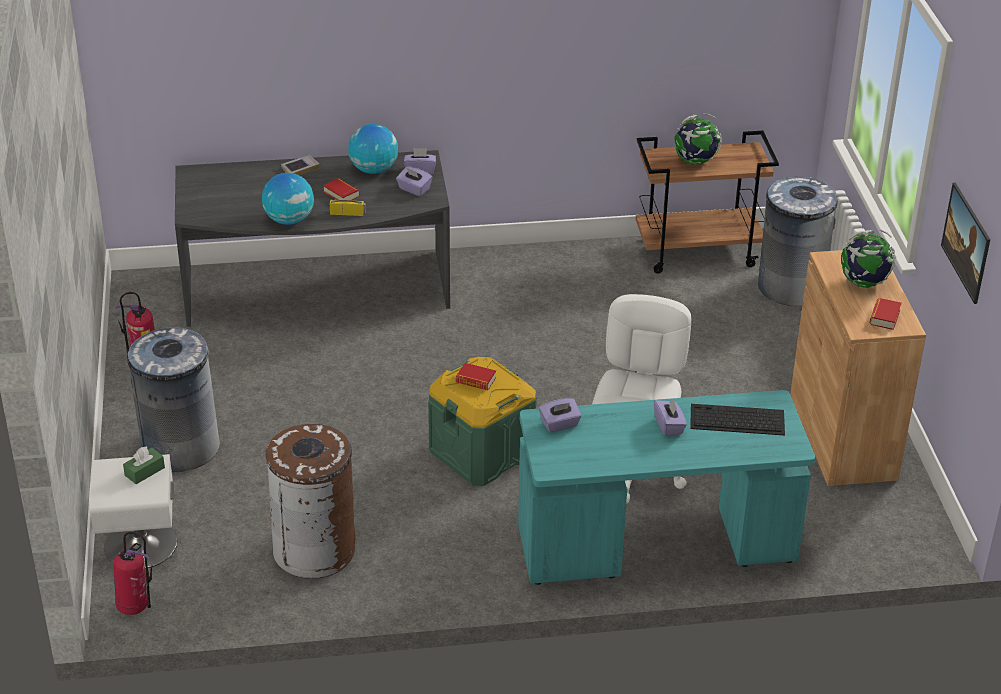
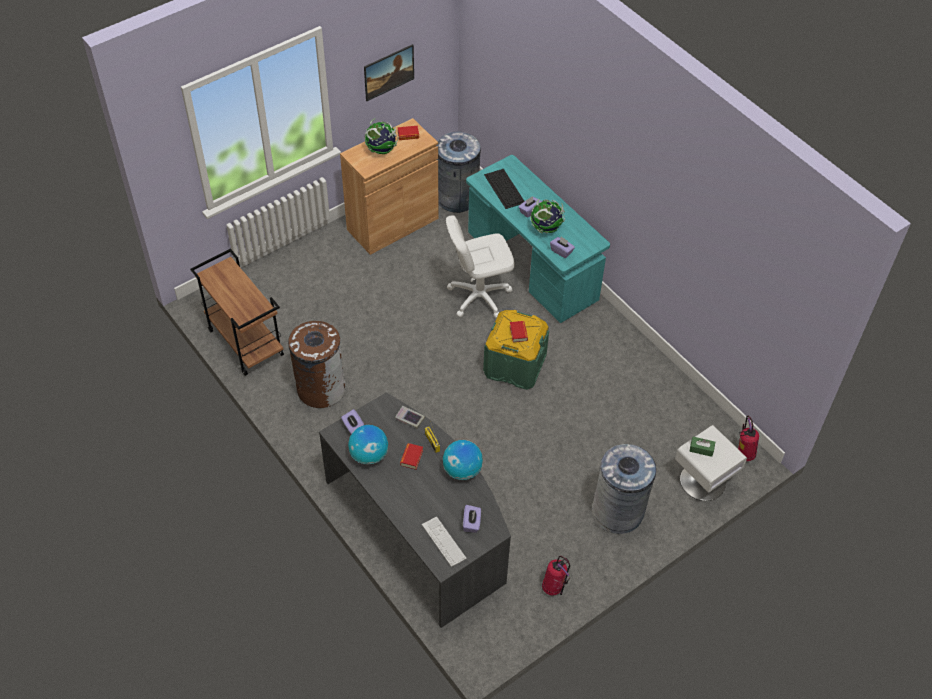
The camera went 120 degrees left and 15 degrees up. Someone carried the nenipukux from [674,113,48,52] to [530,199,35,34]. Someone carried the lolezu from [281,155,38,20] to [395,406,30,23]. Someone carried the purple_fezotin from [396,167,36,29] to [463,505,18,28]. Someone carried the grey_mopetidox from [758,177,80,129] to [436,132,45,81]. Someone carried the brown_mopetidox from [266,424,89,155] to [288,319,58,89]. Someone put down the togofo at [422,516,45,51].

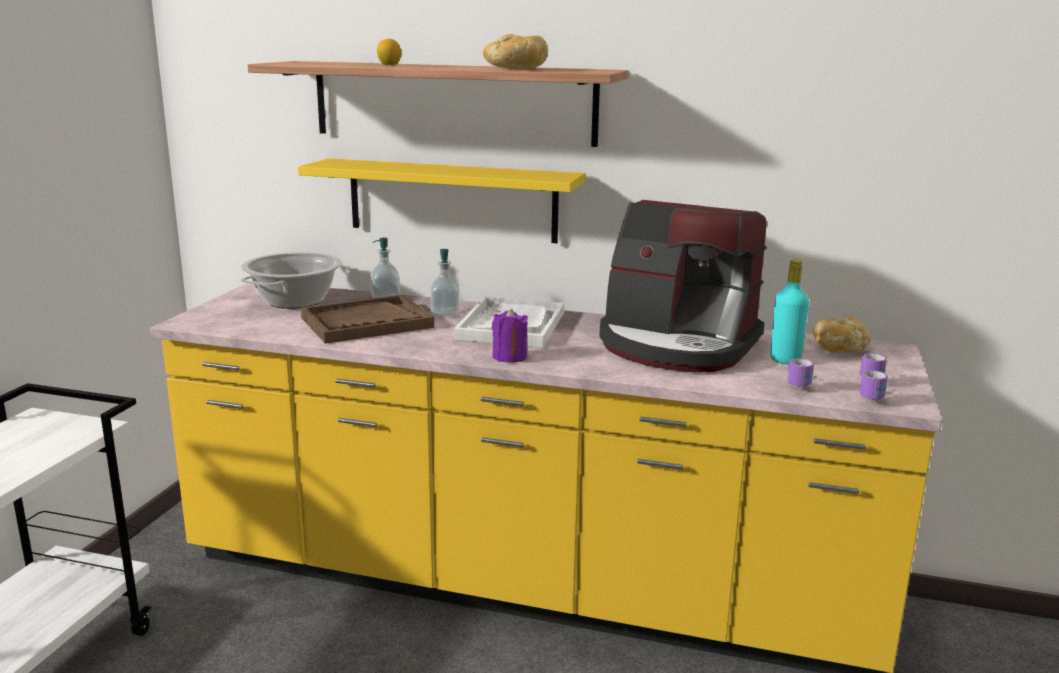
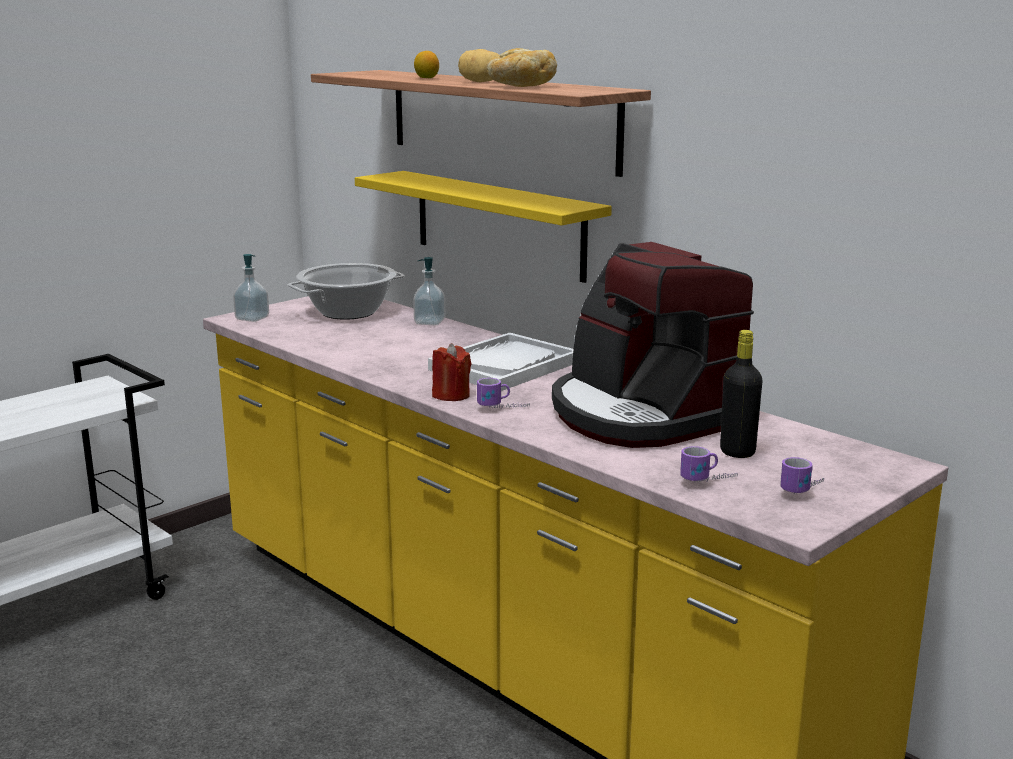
The camera went 30 degrees right and 0 degrees up. Someone carried the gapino from [431,249,28,67] to [233,254,36,68]. Someone repainted the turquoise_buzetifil at [770,260,39,104], which became the black_buzetifil at [720,330,42,128]. Someone took away the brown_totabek at [301,295,133,49]. Someone repainted the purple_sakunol at [492,309,36,54], which became the red_sakunol at [432,343,40,58]. Someone took away the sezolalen at [813,317,58,36]. Someone carried the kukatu from [859,370,36,30] to [477,378,53,31]. Someone put down the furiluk at [458,49,42,33].

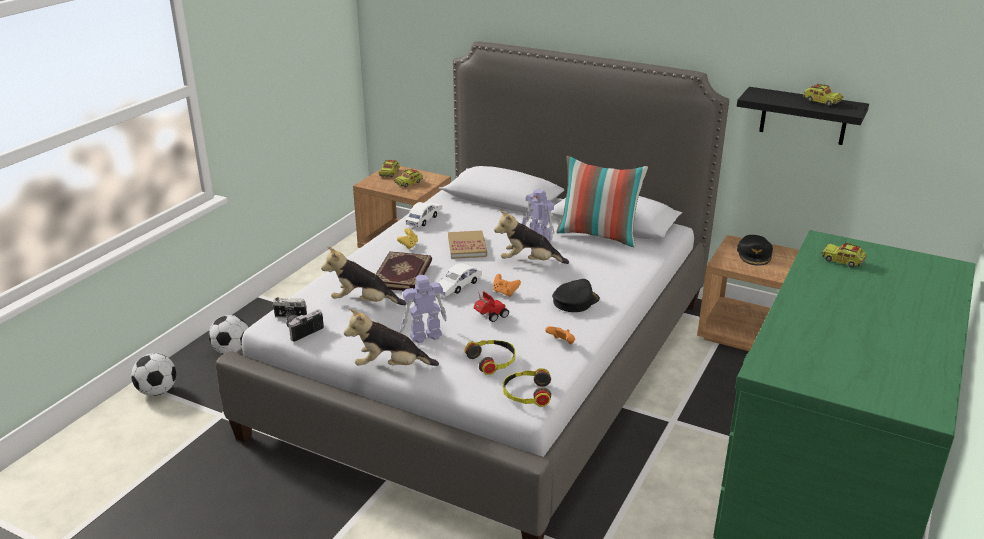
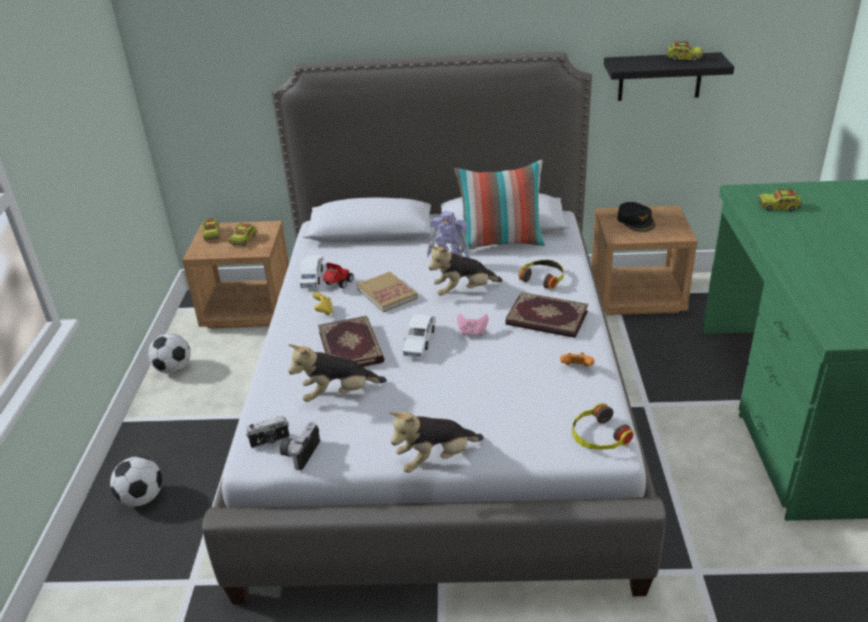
The camera went 25 degrees left and 5 degrees up. Someone repainted the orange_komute at [493,274,28,23], which became the pink_komute at [457,314,31,21]. Someone took away the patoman at [399,275,48,68]. Someone swapped the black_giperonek at [552,279,48,33] for the lolezu at [505,292,83,46]. Someone carried the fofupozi from [474,291,35,31] to [323,262,31,26]. Someone carried the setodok from [465,340,50,35] to [519,259,45,30]. Someone carried the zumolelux from [131,353,45,43] to [148,333,42,41].

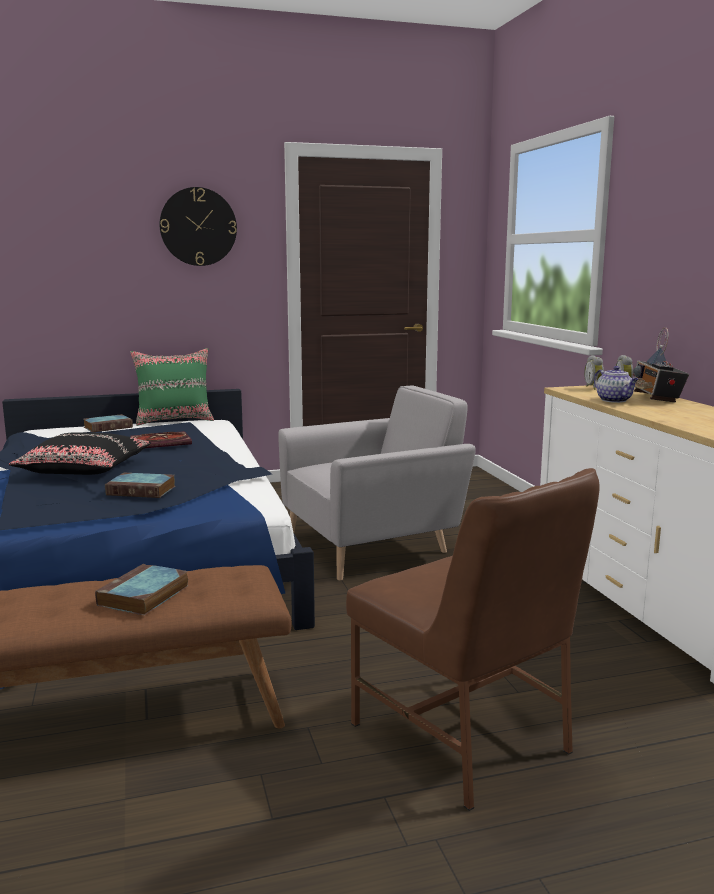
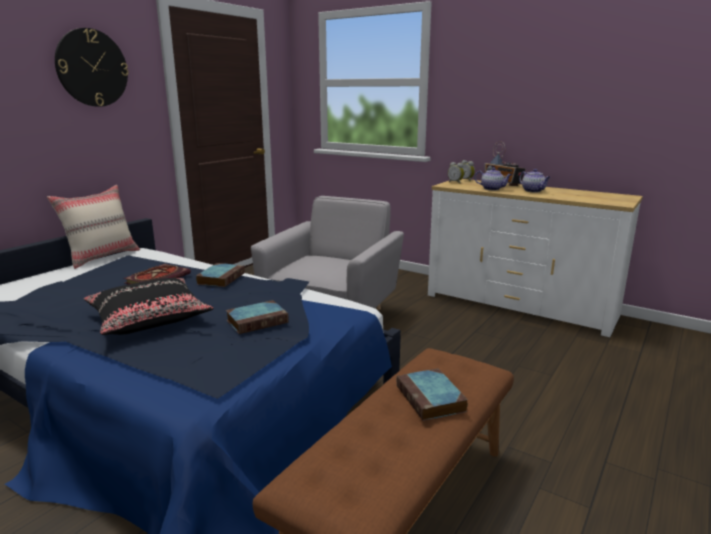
The camera went 40 degrees left and 5 degrees up. Someone repainted the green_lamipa at [130,348,84,78], which became the beige_lamipa at [47,185,93,84]. Someone carried the lolezu from [84,414,49,19] to [196,263,49,24]. Someone took away the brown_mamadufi at [346,468,254,343]. Someone put down the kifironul at [519,169,32,23].

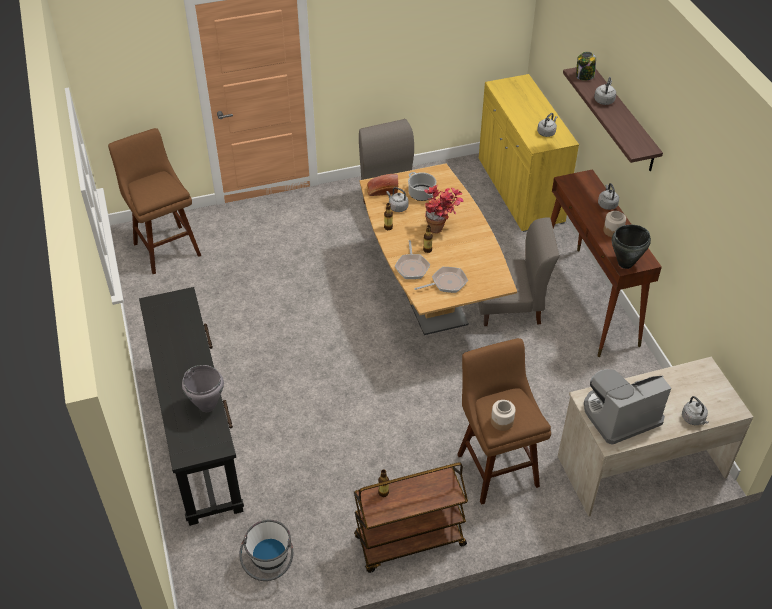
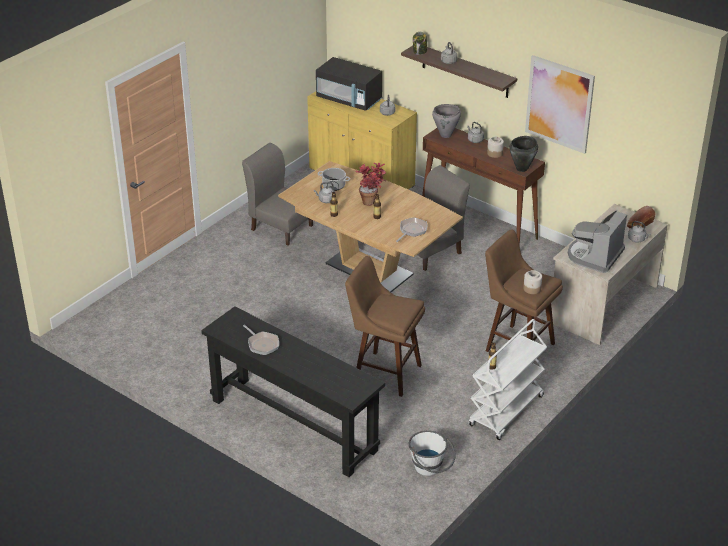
The camera went 35 degrees left and 10 degrees down. Someone carried the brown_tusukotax from [108,128,93,146] to [345,256,80,141]. Someone carried the sezolalen from [367,174,31,22] to [627,206,29,22]. Someone carried the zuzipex from [395,240,35,39] to [243,325,36,30]. Someone carried the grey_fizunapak from [182,365,42,47] to [432,104,29,34]. Someone repainted the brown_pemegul at [354,462,114,111], which became the white_pemegul at [469,319,78,121]. Someone put up the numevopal at [525,55,70,99]. Someone put down the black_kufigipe at [316,57,66,54].

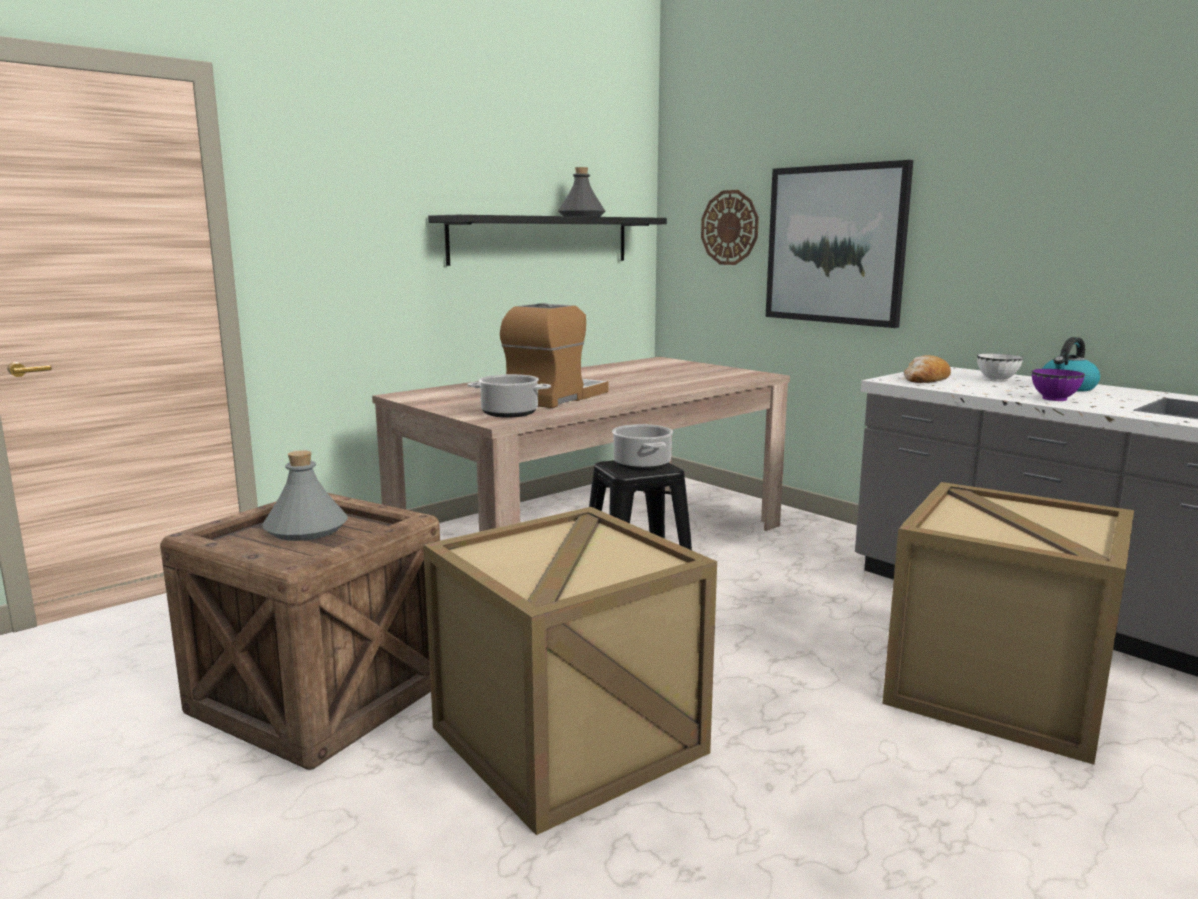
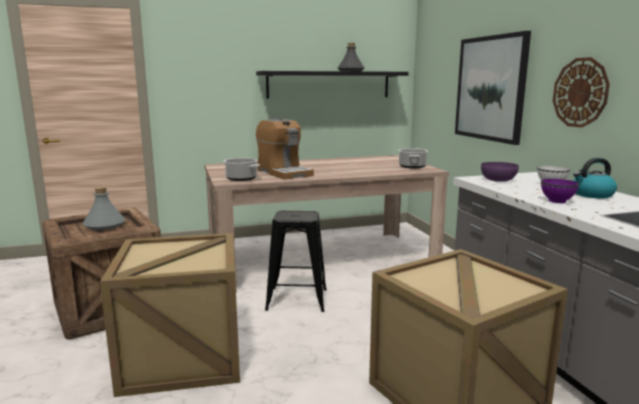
The camera went 25 degrees right and 0 degrees up. Someone carried the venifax from [701,190,58,75] to [553,57,57,71]. Someone rotated the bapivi at [500,303,109,105] by 90 degrees clockwise. Someone swapped the sezolalen at [903,355,48,28] for the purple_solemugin at [481,162,38,20]. Someone carried the fizunapak from [612,424,61,47] to [399,148,29,21].

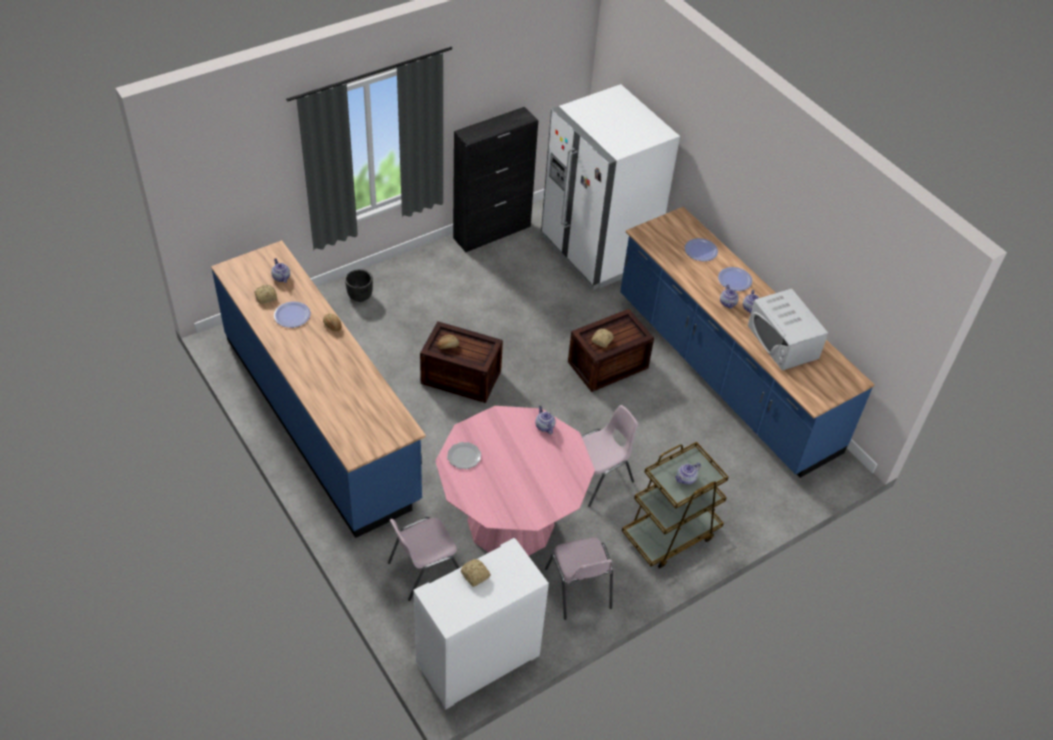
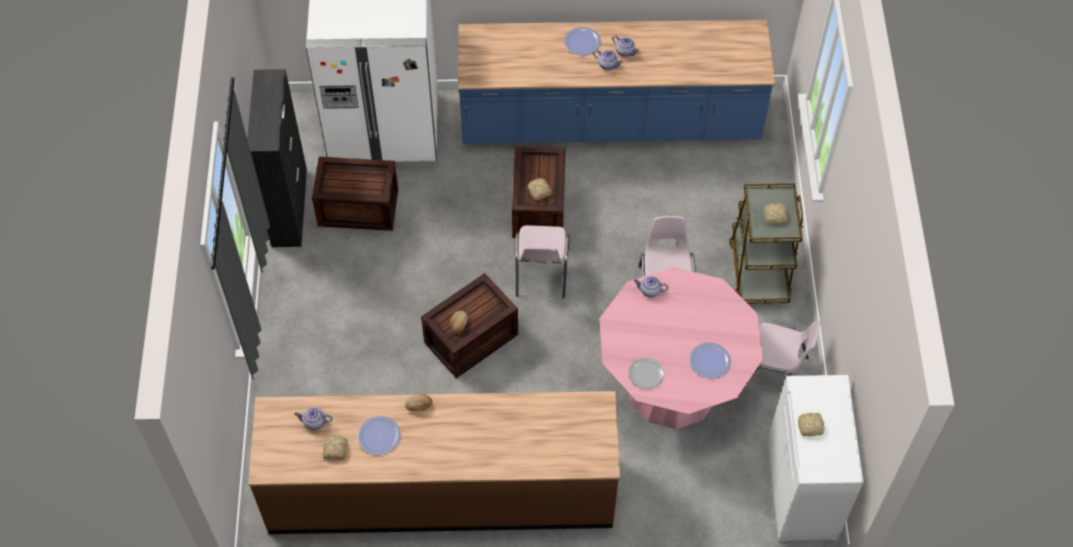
The camera went 55 degrees left and 10 degrees up. Someone carried the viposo from [685,238,33,23] to [689,342,42,37]. Someone repainted the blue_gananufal at [211,240,215,298], which became the brown_gananufal at [248,391,372,143]. Someone took away the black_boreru at [345,269,28,33]. Someone took away the white_kufigipe at [748,288,80,83]. Someone swapped the kifironul at [675,463,26,22] for the sezolalen at [764,203,24,20]. Someone carried the pink_mamadufi from [388,517,72,84] to [515,225,54,74]. Someone put down the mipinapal at [312,157,86,74].

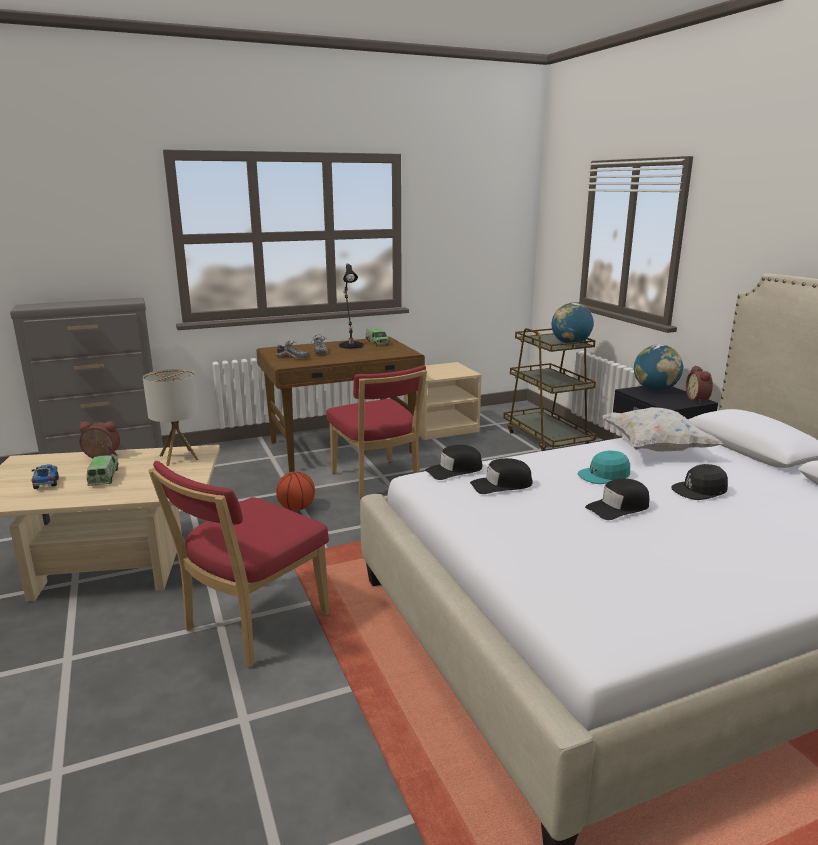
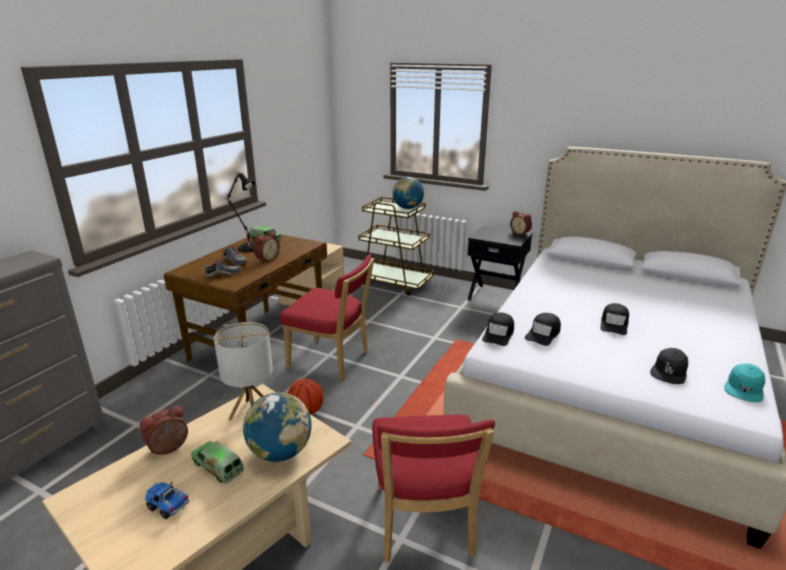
The camera went 40 degrees left and 5 degrees up. Someone carried the nenipukux from [634,344,49,47] to [243,393,68,69]. Someone took away the white_lamipa at [603,407,120,45]. Someone carried the turquoise_giperonek from [578,451,52,33] to [724,363,41,39]. Someone carried the black_giperonek from [671,464,57,36] to [650,348,38,36]. Someone put down the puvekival at [254,231,26,32].

